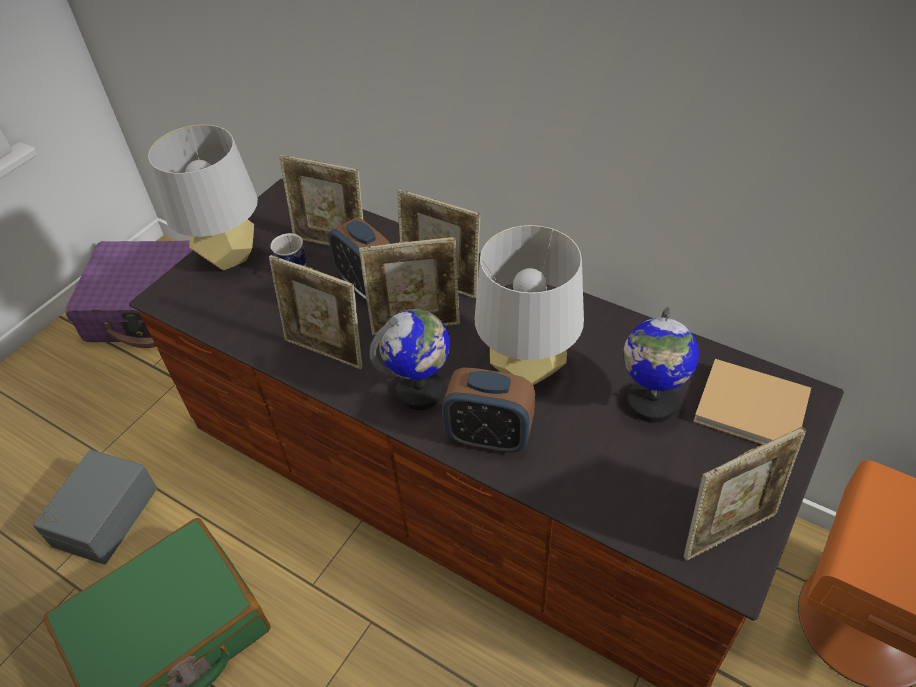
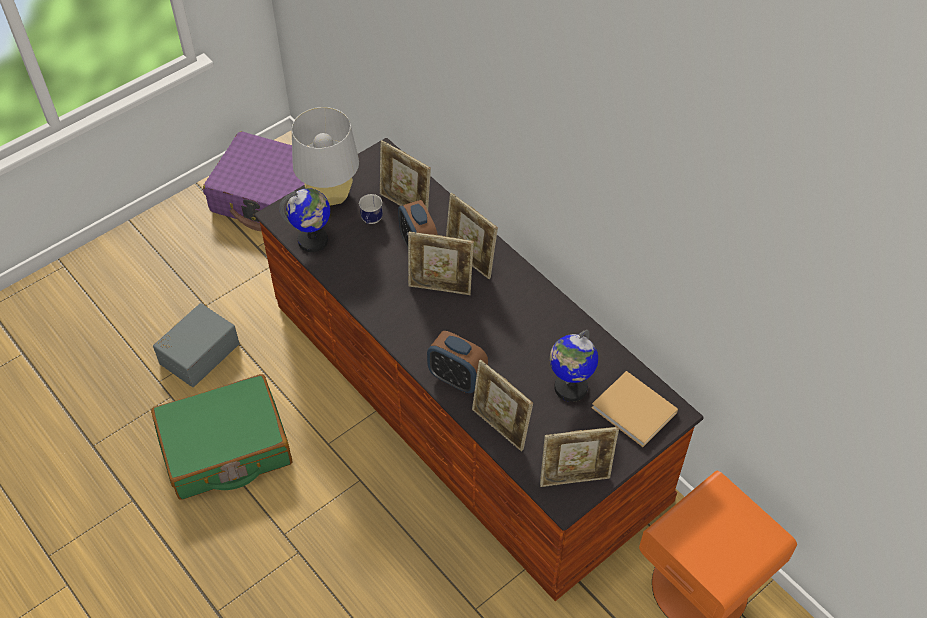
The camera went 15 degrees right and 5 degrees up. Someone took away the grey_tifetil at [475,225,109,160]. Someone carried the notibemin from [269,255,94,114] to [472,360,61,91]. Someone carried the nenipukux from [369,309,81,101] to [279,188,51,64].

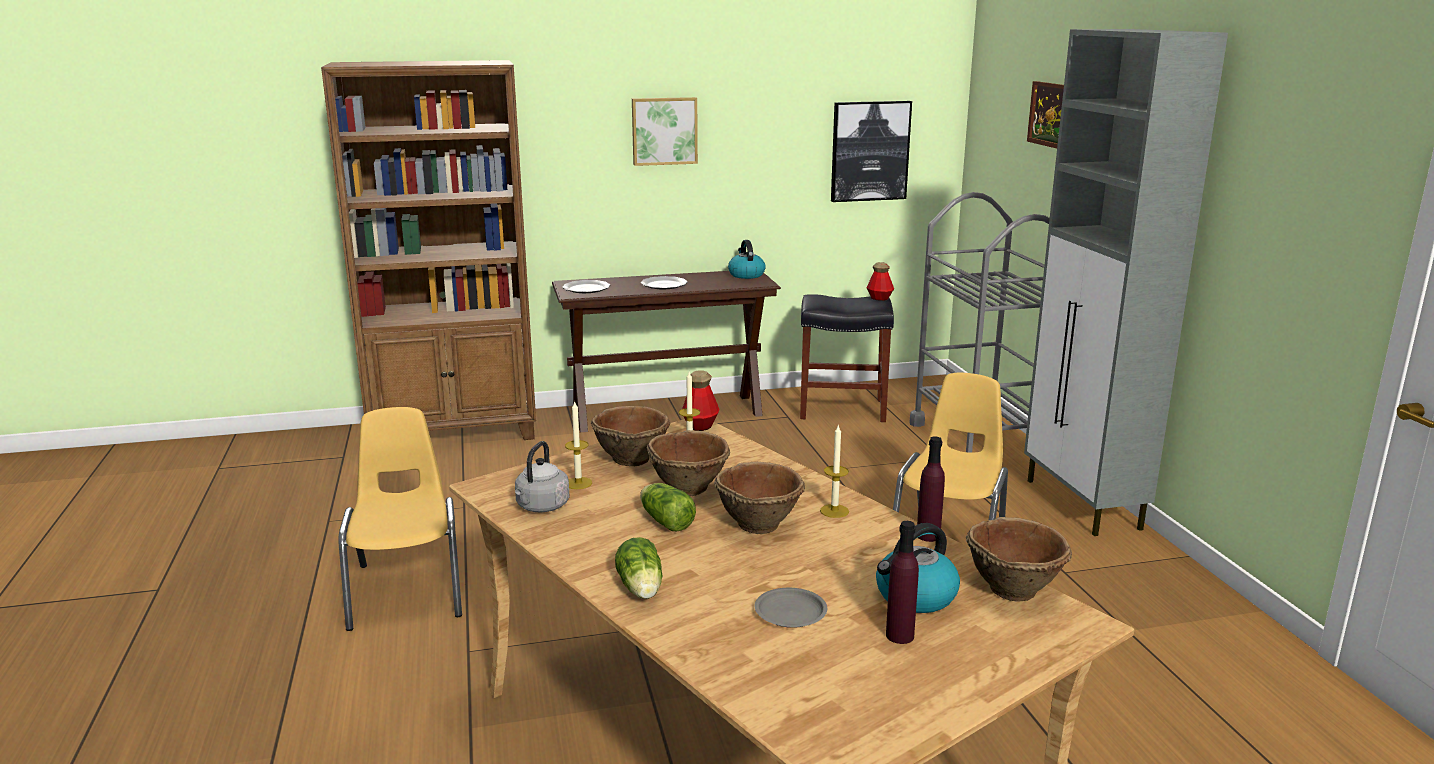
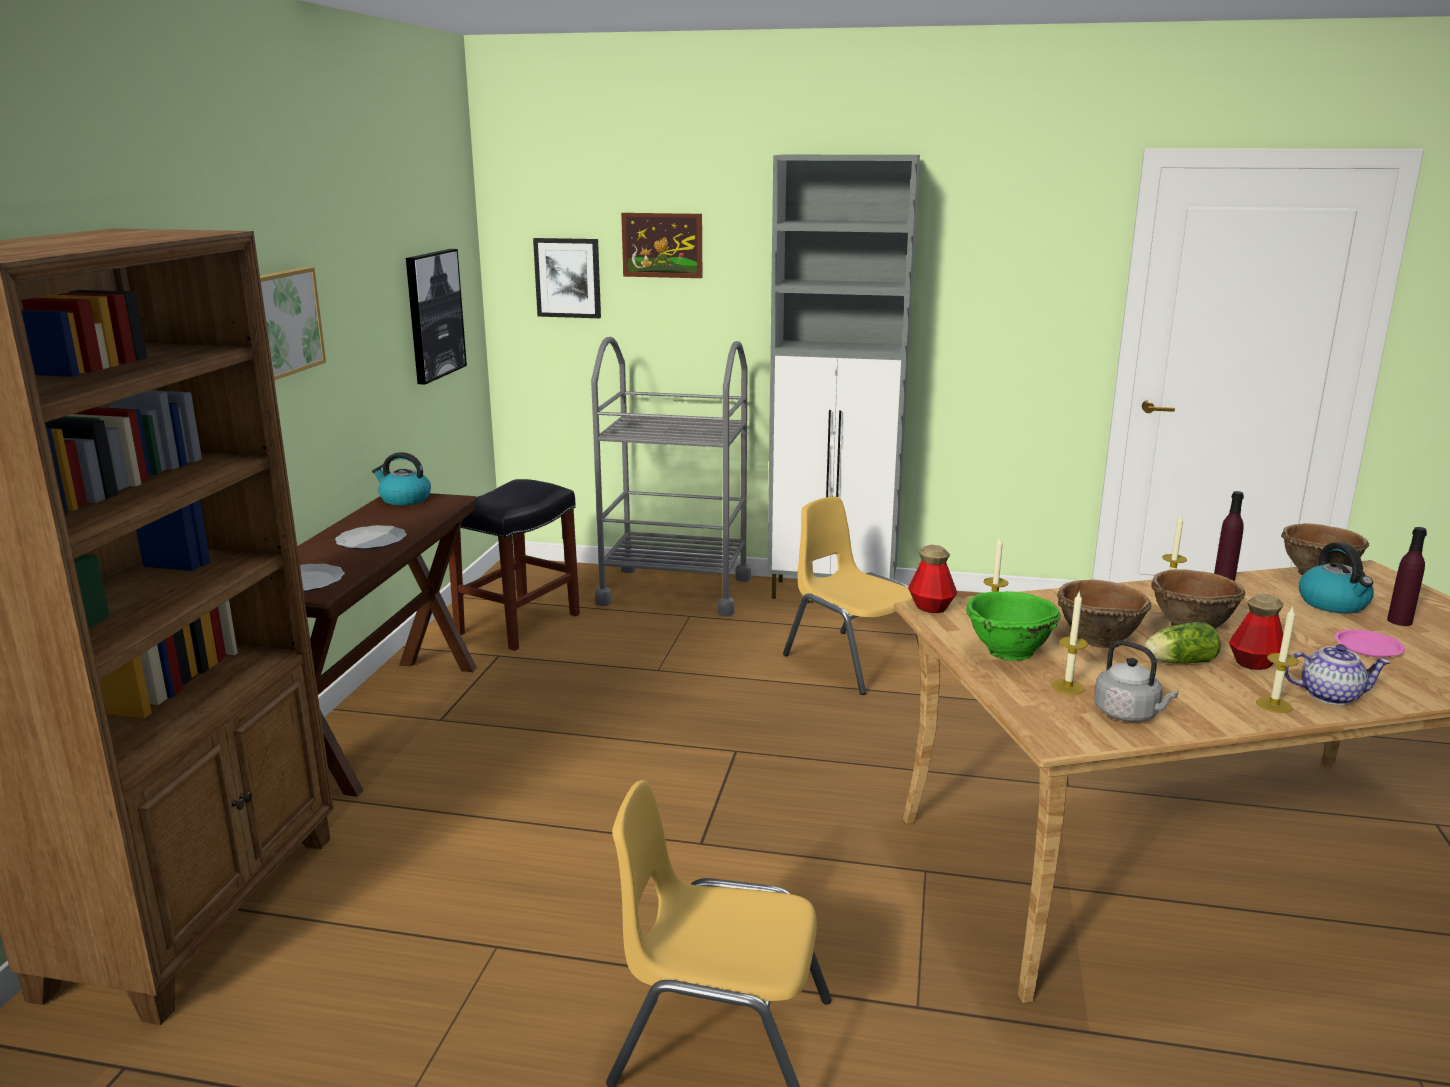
The camera went 65 degrees left and 0 degrees up. Someone carried the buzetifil from [867,262,27,39] to [1229,594,55,76]. Someone repainted the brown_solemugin at [591,406,80,60], which became the green_solemugin at [966,591,95,70]. Someone swapped the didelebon at [615,537,47,62] for the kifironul at [1285,644,106,61]. Someone repainted the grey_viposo at [755,588,72,40], which became the pink_viposo at [1334,629,71,28]. Someone put up the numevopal at [533,238,68,80]. Someone put down the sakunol at [1256,606,43,107].

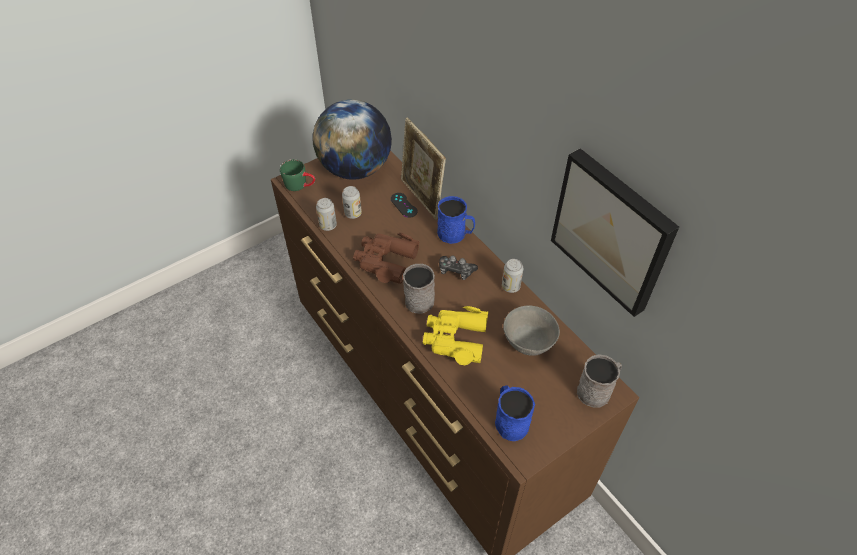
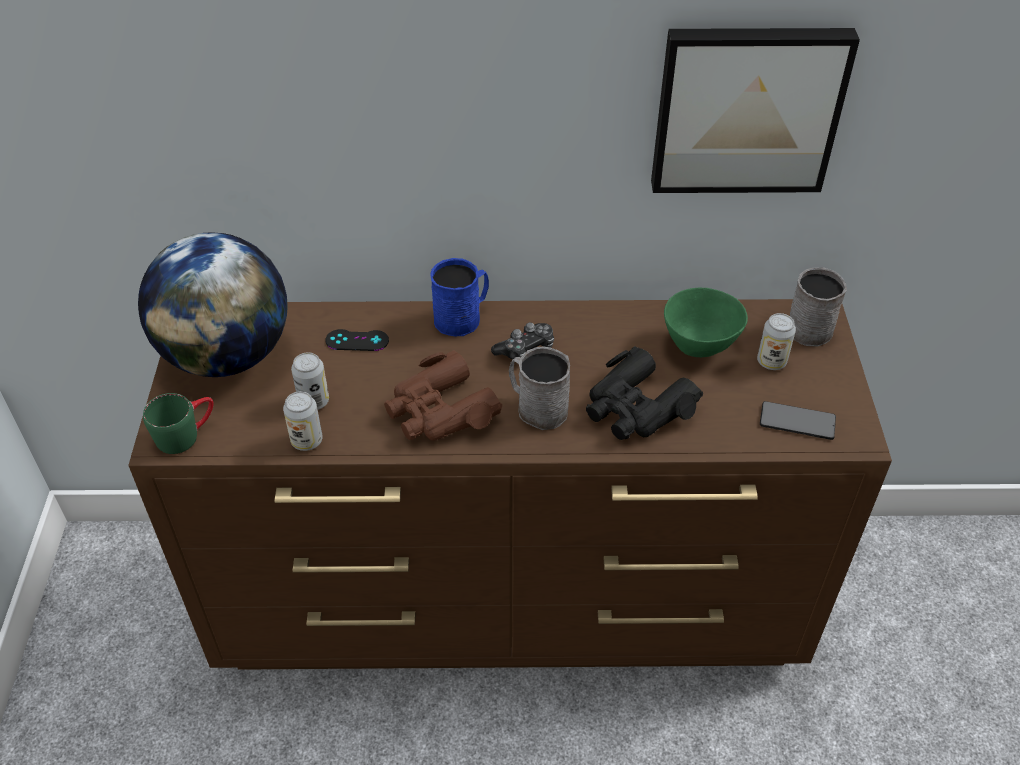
The camera went 55 degrees left and 5 degrees down. Someone took away the notibemin at [401,118,45,101]. Someone carried the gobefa from [502,259,22,34] to [757,313,39,57]. Someone repainted the grey_solemugin at [503,305,57,51], which became the green_solemugin at [664,288,84,69]. Someone repainted the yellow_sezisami at [423,306,66,59], which became the black_sezisami at [586,346,117,94]. Someone swapped the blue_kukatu at [495,385,40,56] for the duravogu at [760,401,76,39].

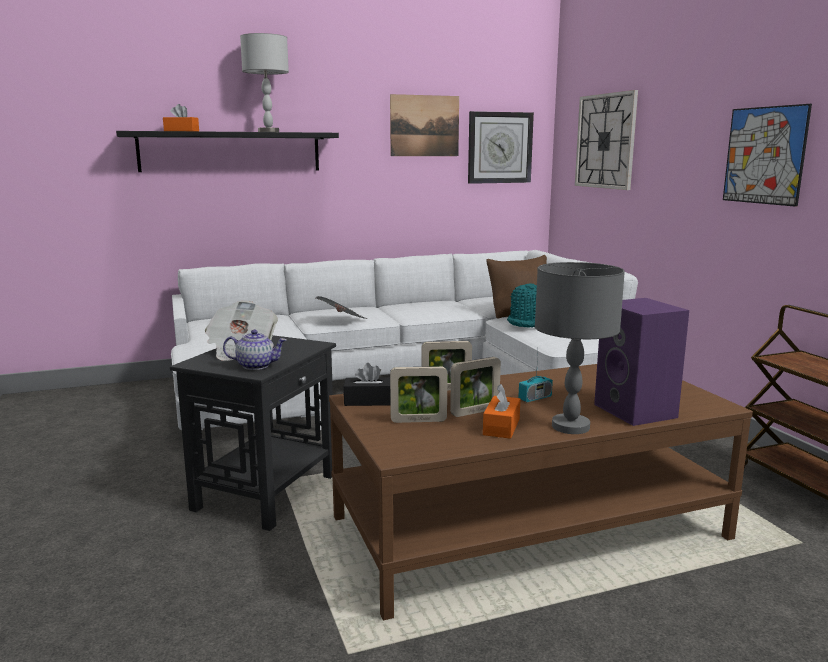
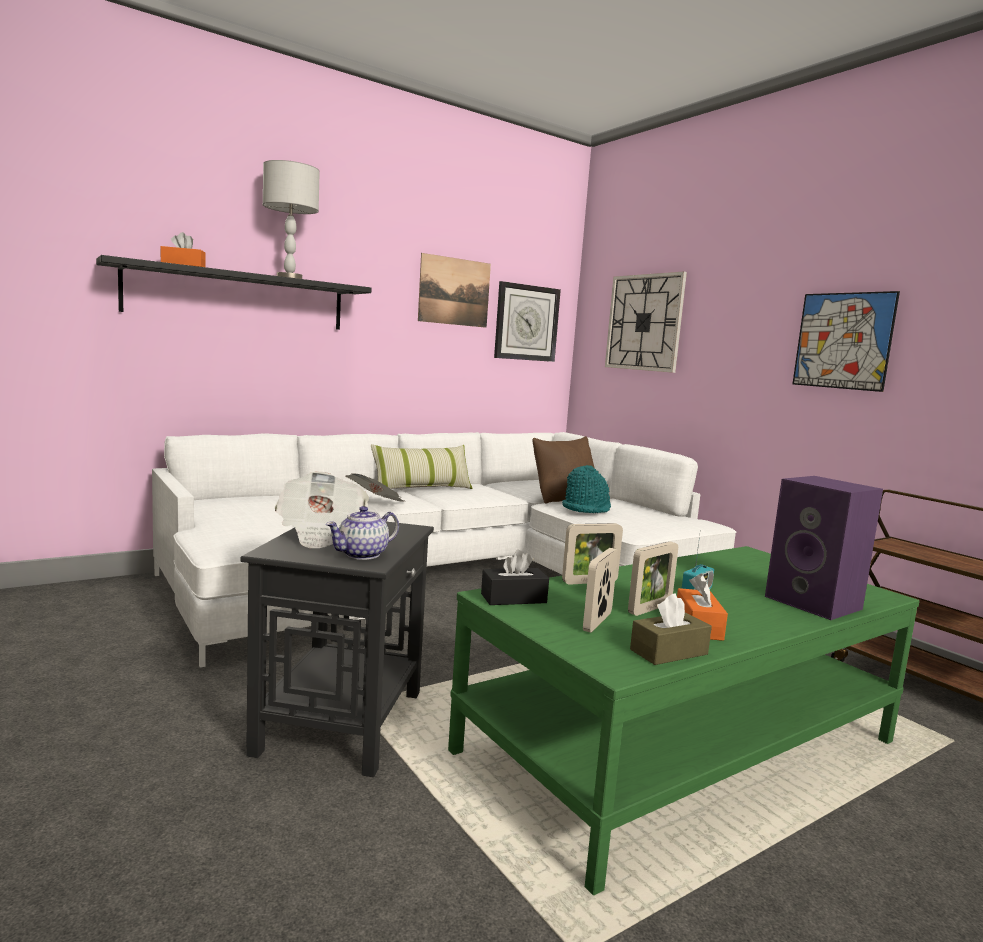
The camera went 15 degrees left and 5 degrees down. Someone took away the grey_tifetil at [535,262,90,172]. Someone rotated the kifironul at [223,330,63,40] by 150 degrees clockwise. Someone repainted the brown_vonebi at [329,364,424,256], which became the green_vonebi at [448,546,471,349]. Someone rotated the notibemin at [390,366,58,57] by 135 degrees clockwise. Someone put down the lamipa at [371,444,102,45]. Someone put down the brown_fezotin at [630,593,82,72].

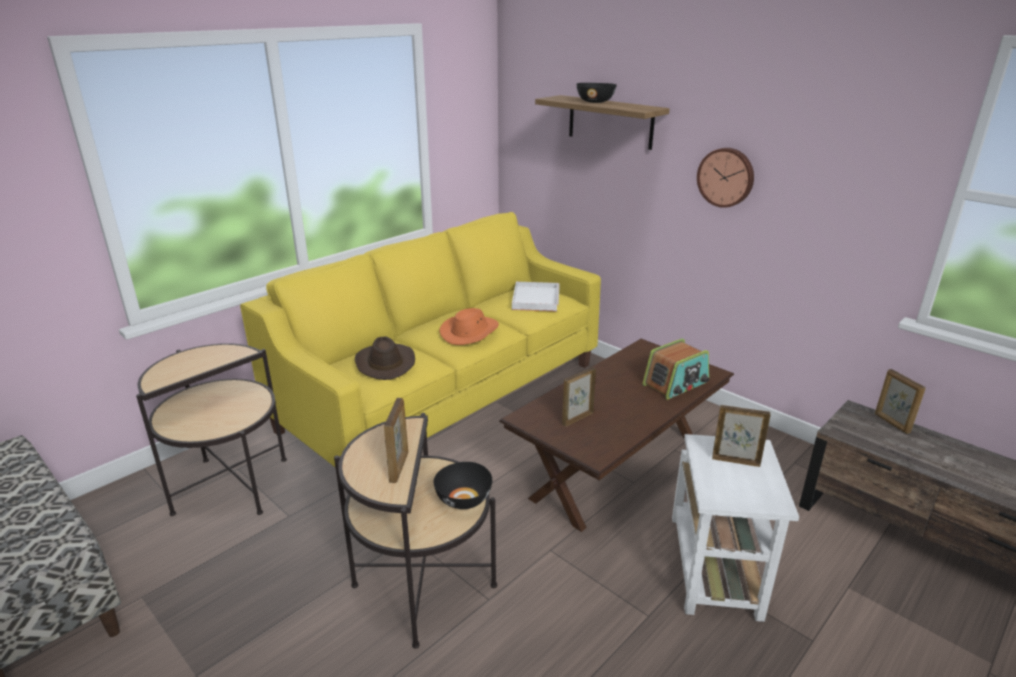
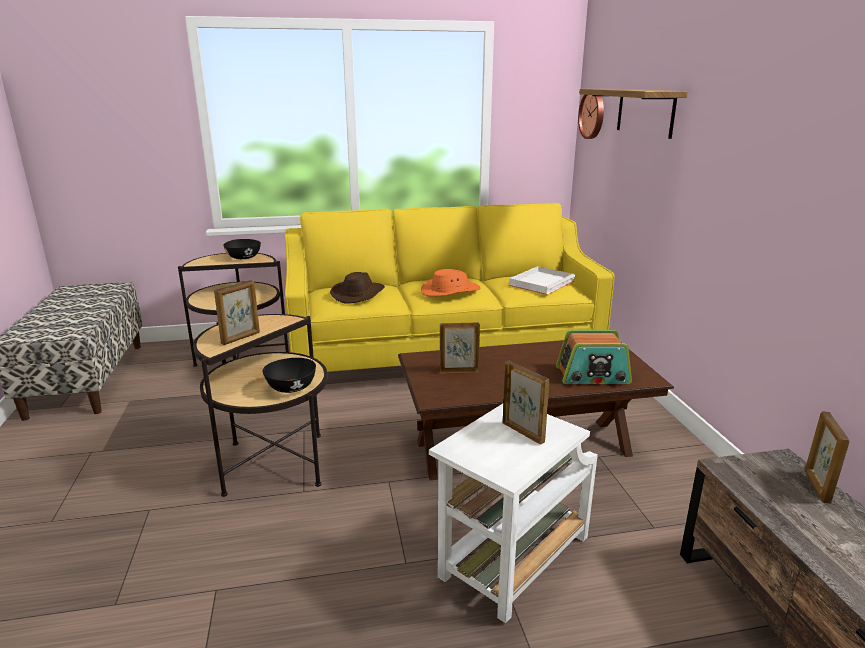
The camera went 35 degrees right and 5 degrees down. Someone carried the black_solemugin from [576,83,41,20] to [223,239,38,20]. Someone carried the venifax from [697,148,57,60] to [578,95,26,44].

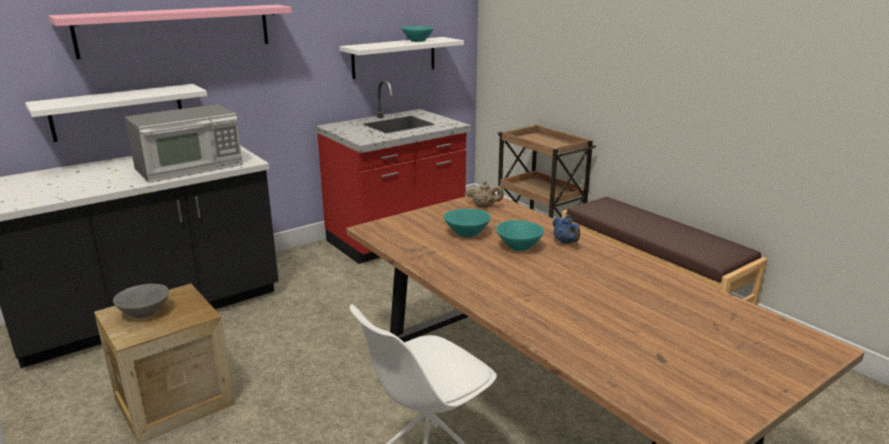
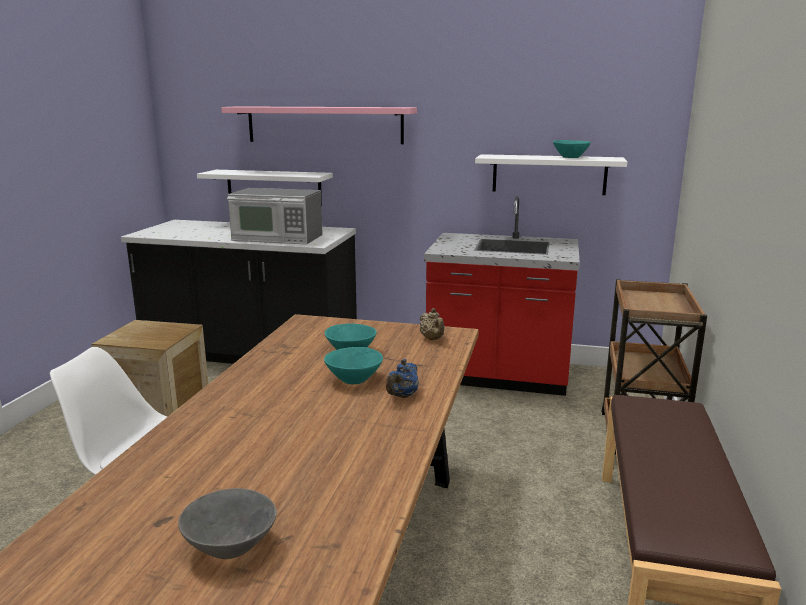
The camera went 50 degrees right and 5 degrees down. Someone carried the grey_solemugin from [113,284,56,34] to [178,488,99,71].

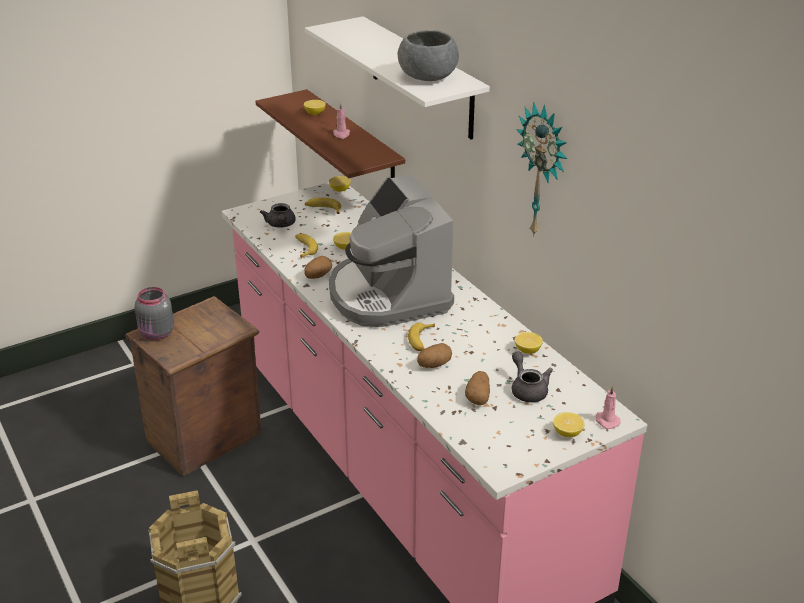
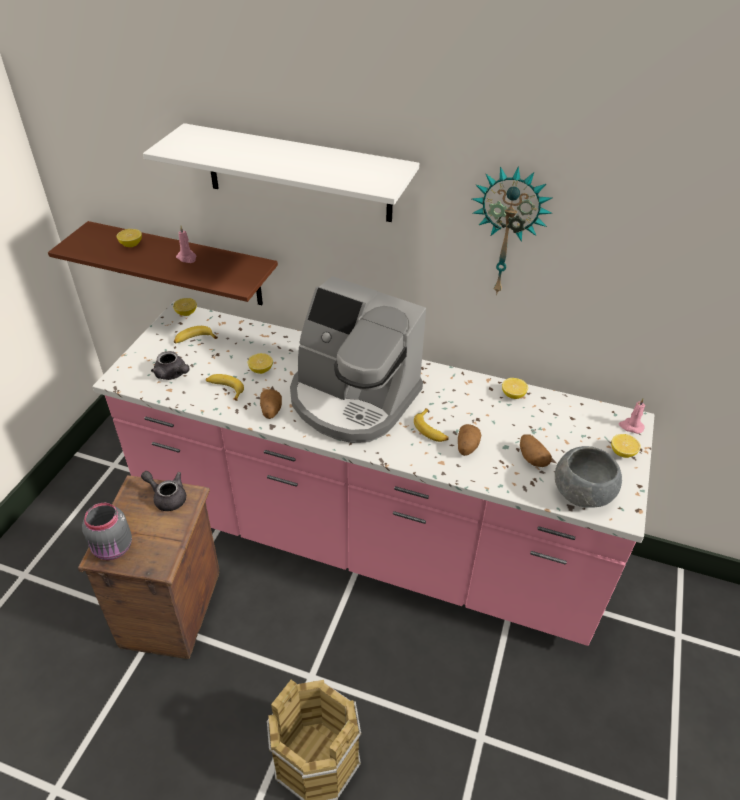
The camera went 40 degrees left and 10 degrees up. Someone carried the grey_solemugin from [398,30,61,51] to [555,446,67,62]. Someone carried the grey_kifironul from [512,351,41,51] to [141,471,45,40].

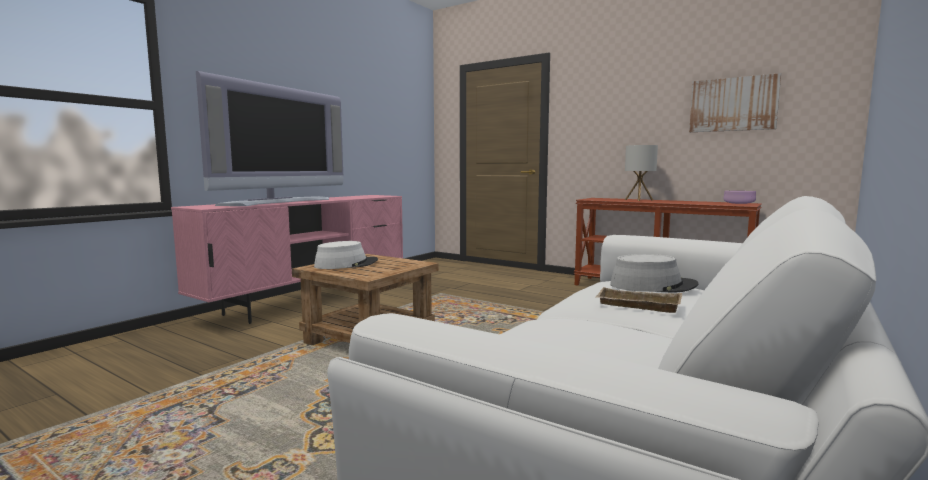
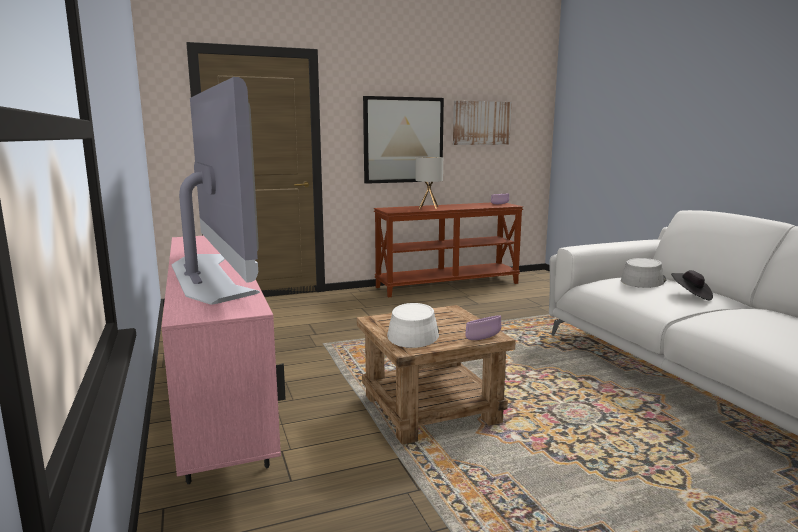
The camera went 55 degrees left and 5 degrees up. Someone swapped the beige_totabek at [596,287,87,26] for the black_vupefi at [671,270,42,31]. Someone put up the numevopal at [363,96,81,88]. Someone put down the purple_solemugin at [465,315,36,25].

